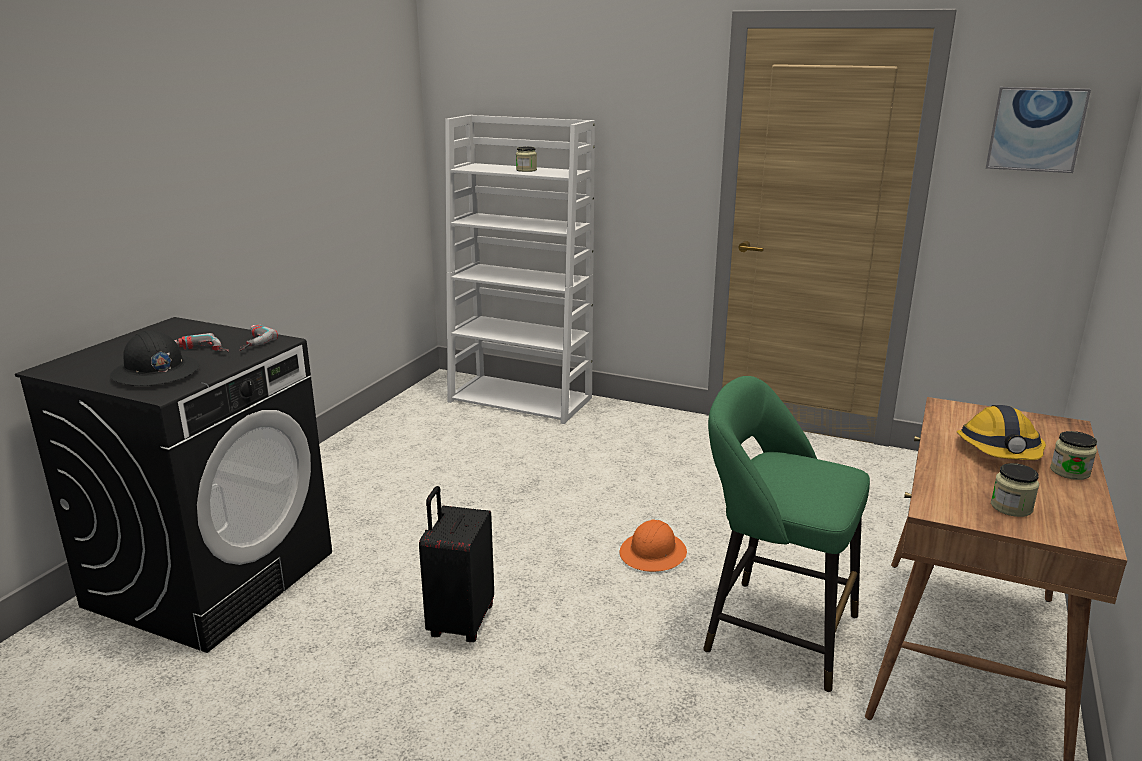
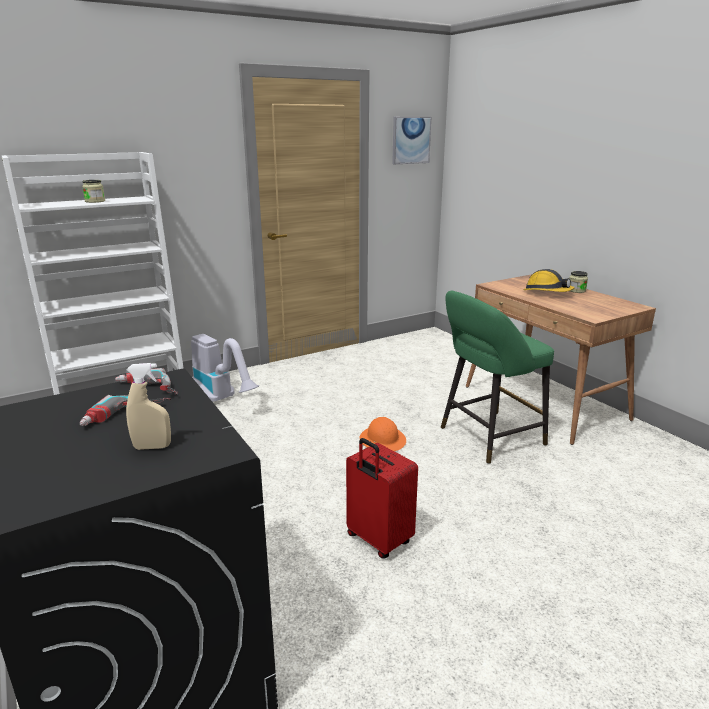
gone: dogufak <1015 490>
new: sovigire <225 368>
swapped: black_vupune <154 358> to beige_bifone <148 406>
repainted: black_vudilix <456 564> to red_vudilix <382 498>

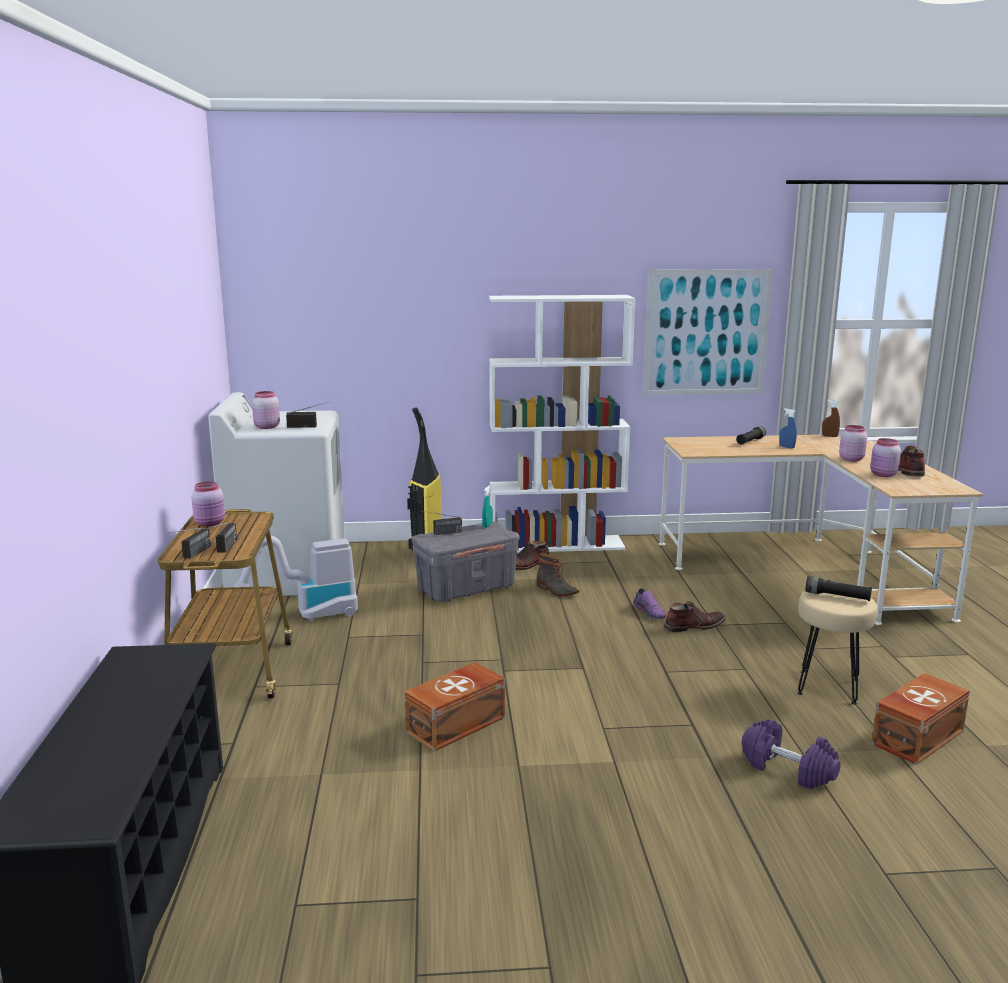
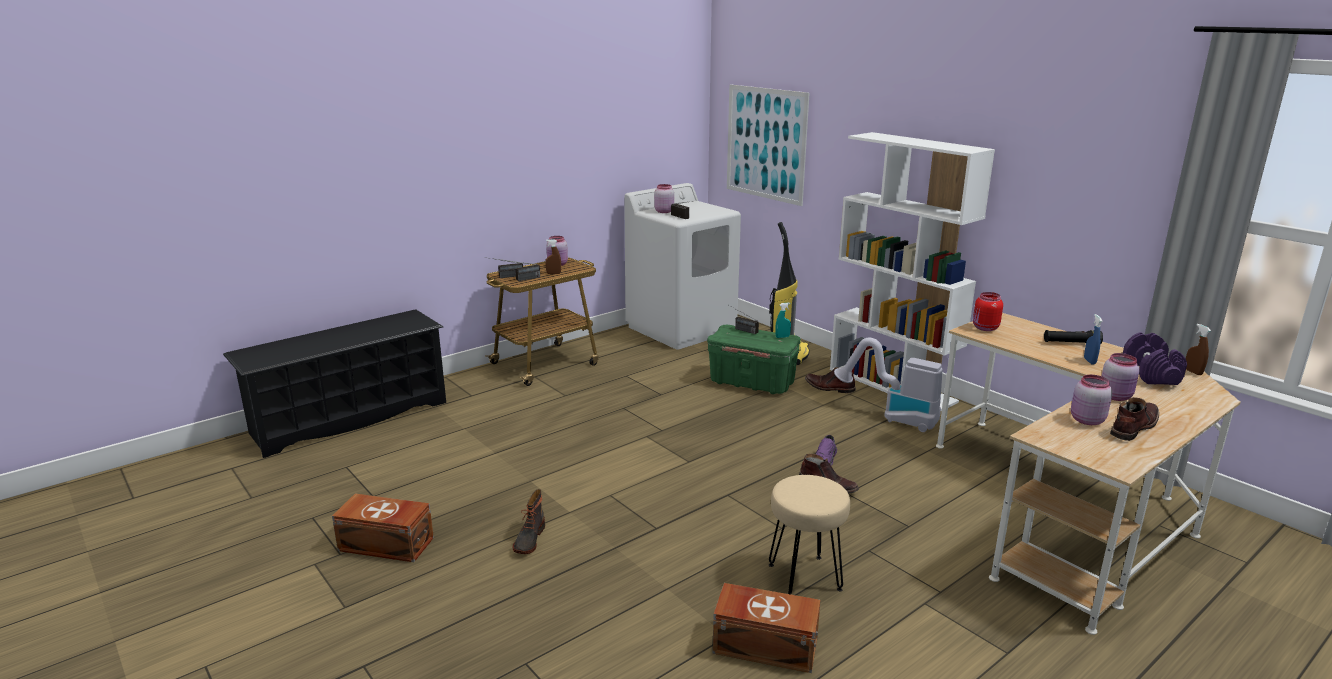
gone: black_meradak <839 588>
new: brown_bifone <553 256>; red_dogufak <988 311>
shifted: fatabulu <708 332> to <768 145>; sovigire <293 578> to <888 385>; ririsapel <558 575> to <529 521>; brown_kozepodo <454 707> to <383 527>; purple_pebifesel <791 754> to <1155 358>
repainted: grey_kozepodo <465 561> to green_kozepodo <754 359>

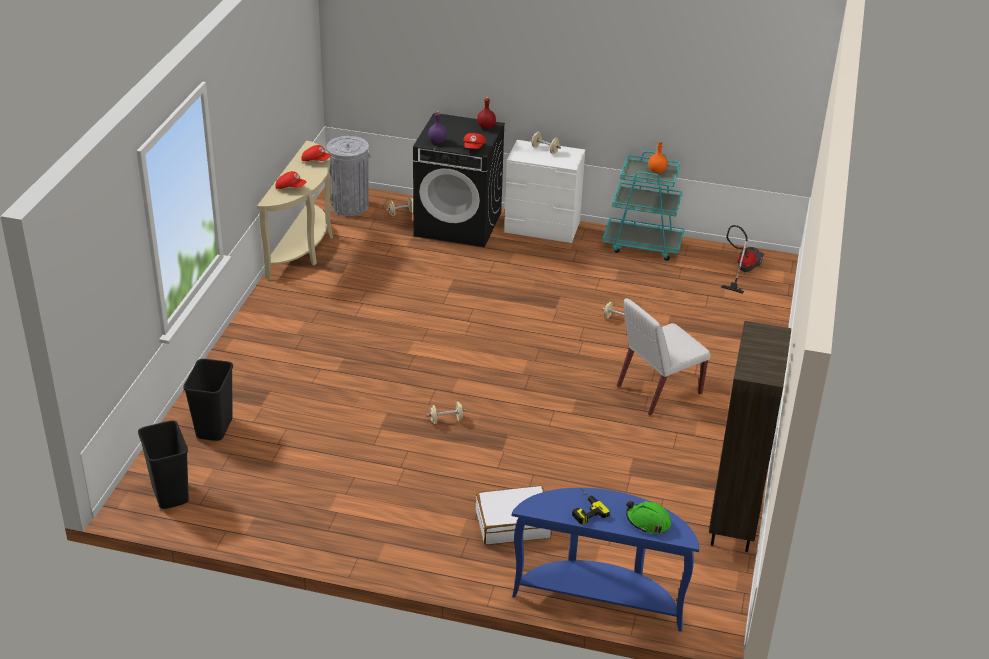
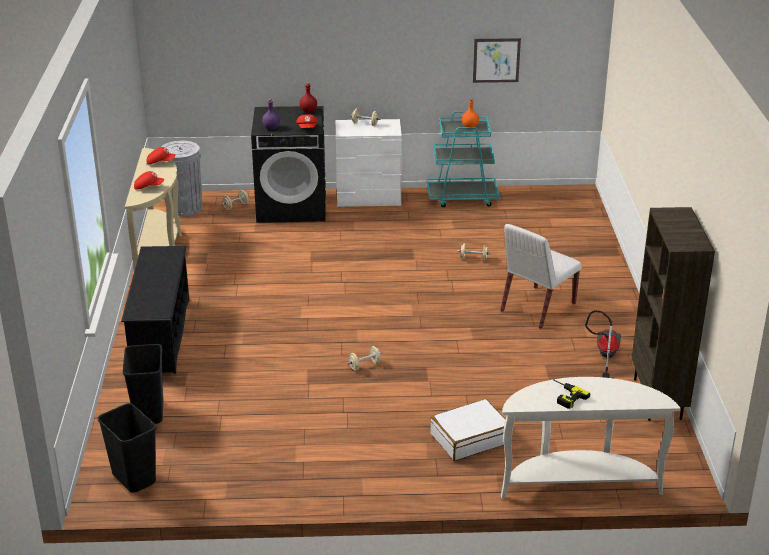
gone: green_vupune <648 517>
new: fatabulu <497 60>; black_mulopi <155 310>
shifted: sovigire <742 259> to <603 344>
repainted: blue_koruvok <606 560> to white_koruvok <590 438>

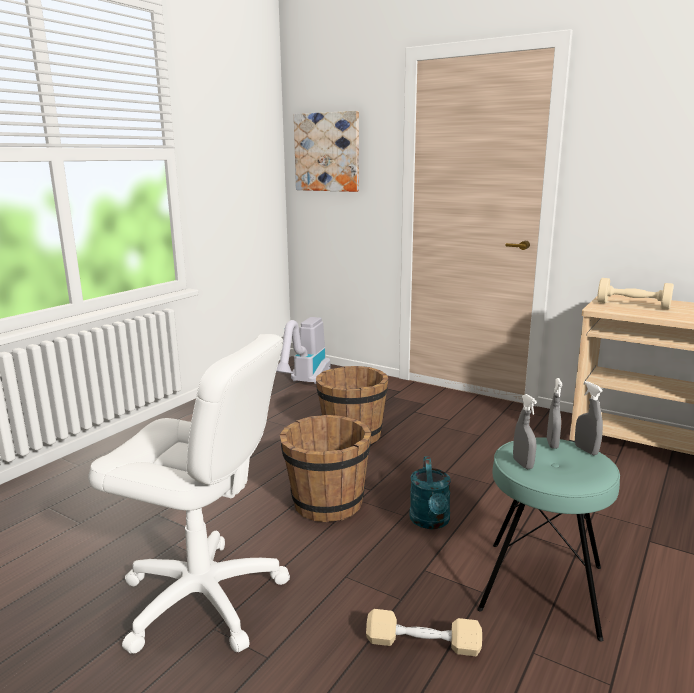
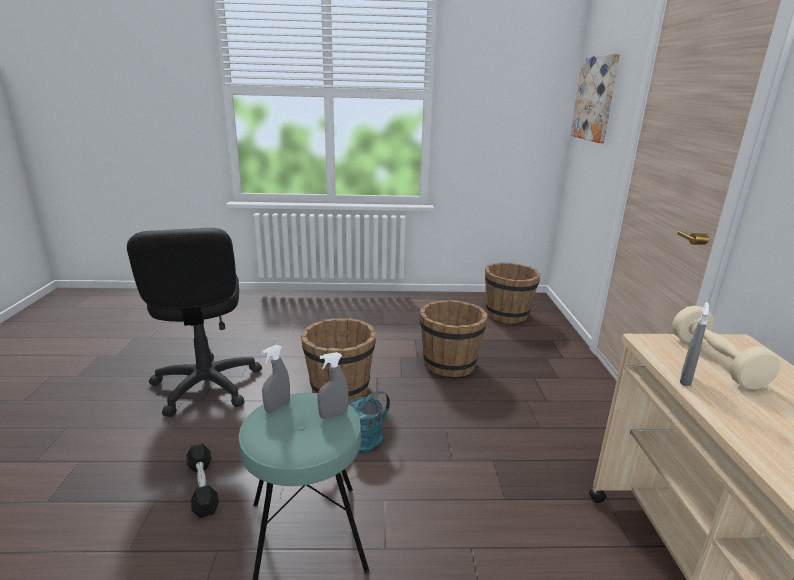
shifted: grey_bifone <589 418> to <694 344>
swapped: sovigire <303 350> to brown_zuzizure <513 293>
repainted: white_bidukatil <189 494> to black_bidukatil <194 322>; beige_pebifesel <424 632> to black_pebifesel <202 480>

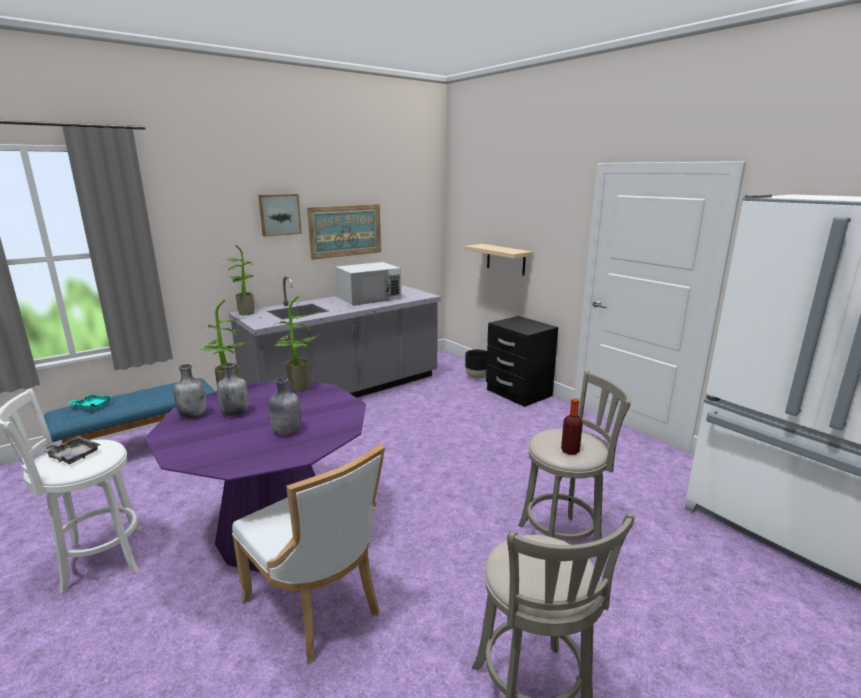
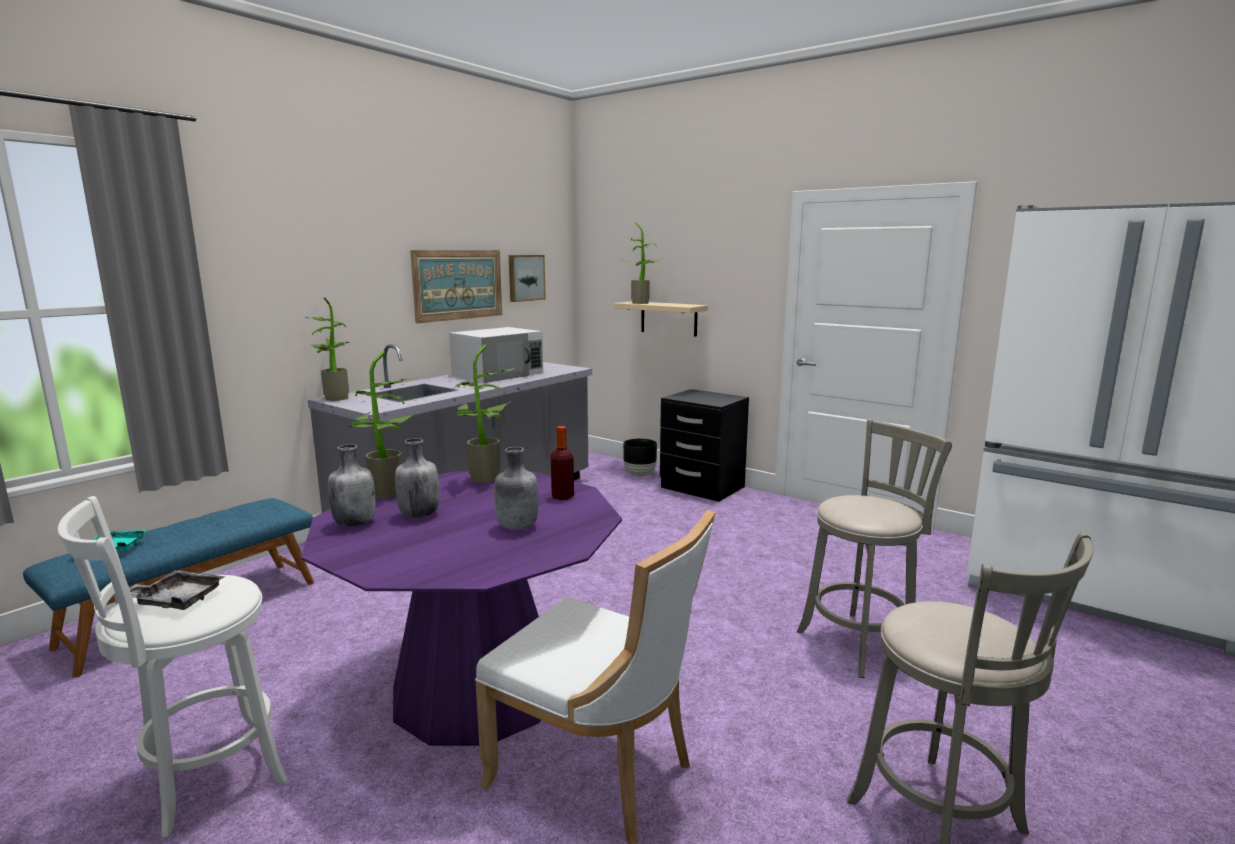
new: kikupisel <642 263>
shifted: fatabulu <280 215> to <527 278>; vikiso <572 426> to <562 463>

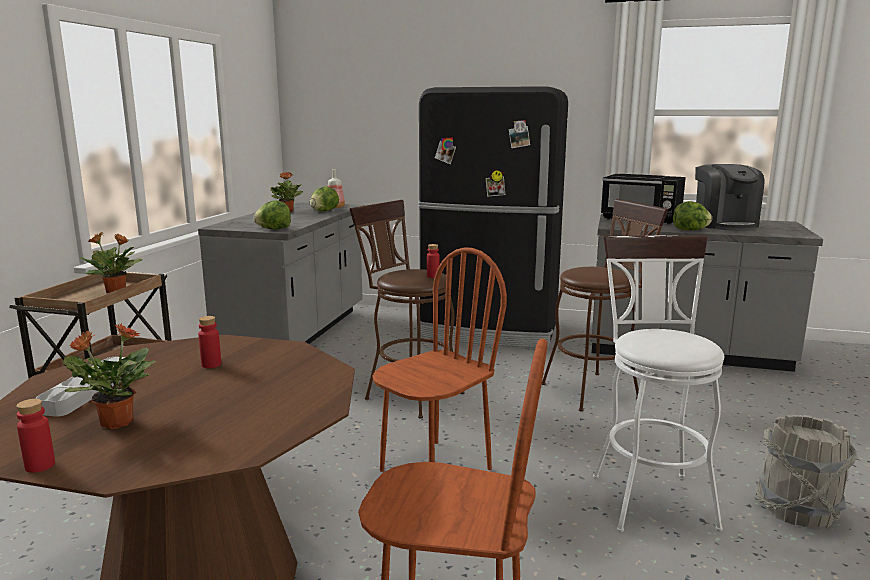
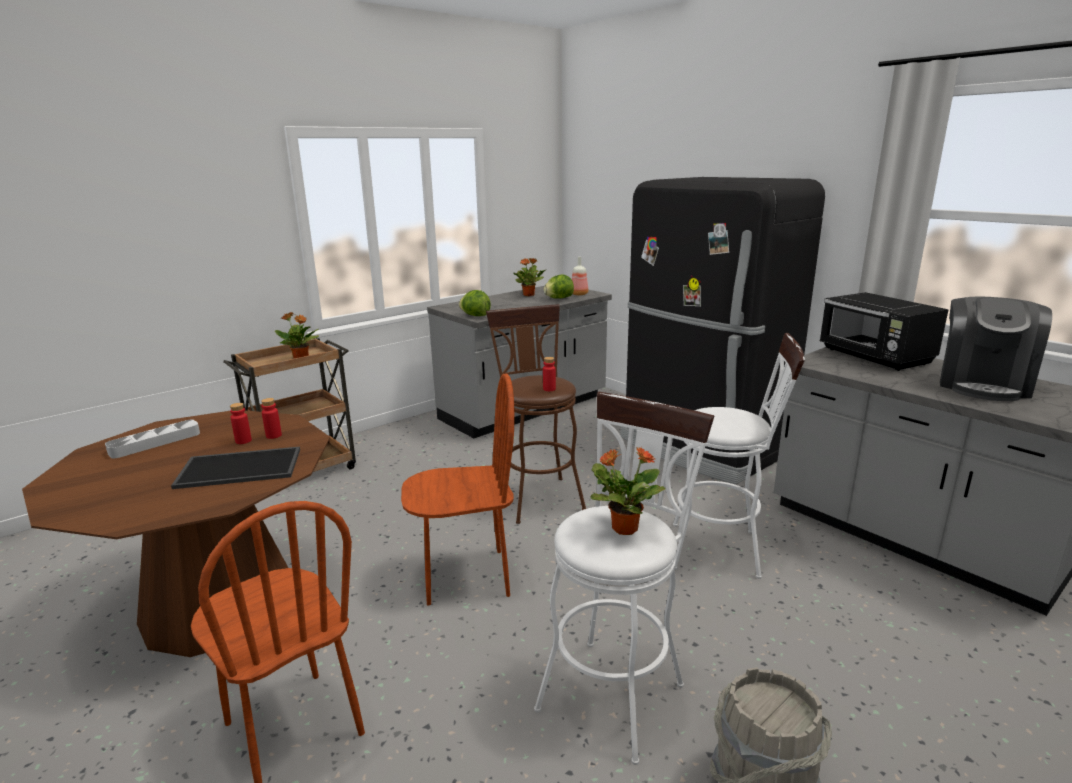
gone: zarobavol <692 215>
new: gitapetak <235 468>
shifted: kikupisel <109 376> to <627 491>; red_vikiso <35 436> to <271 418>
repainted: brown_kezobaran <605 305> to white_kezobaran <739 456>

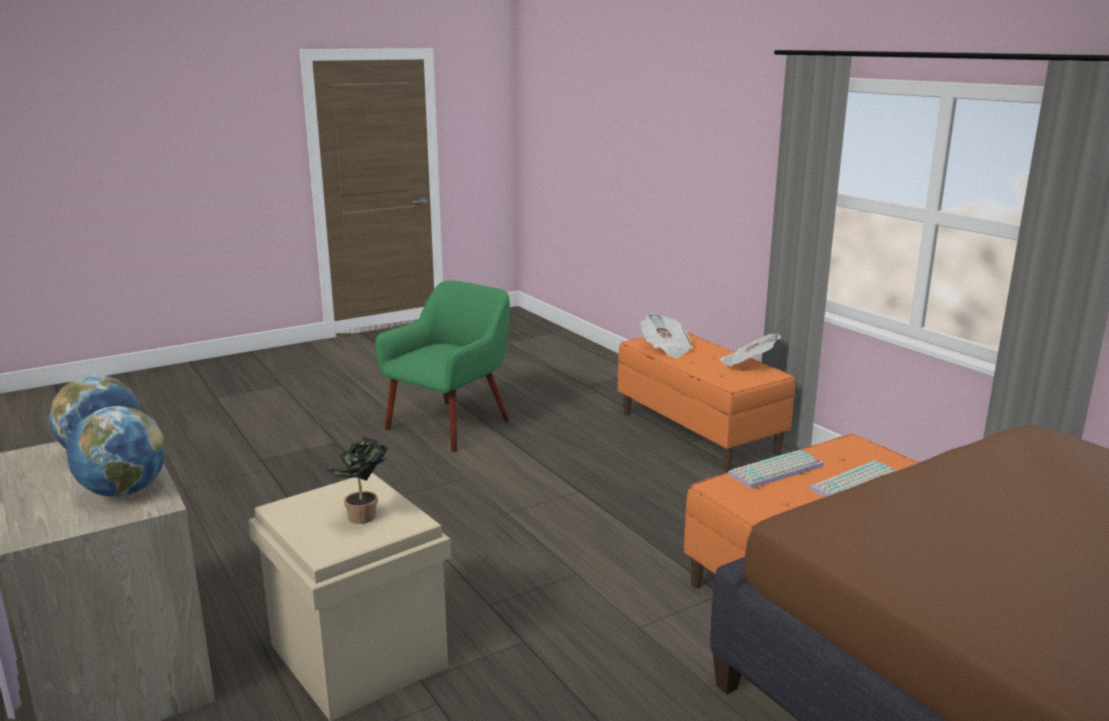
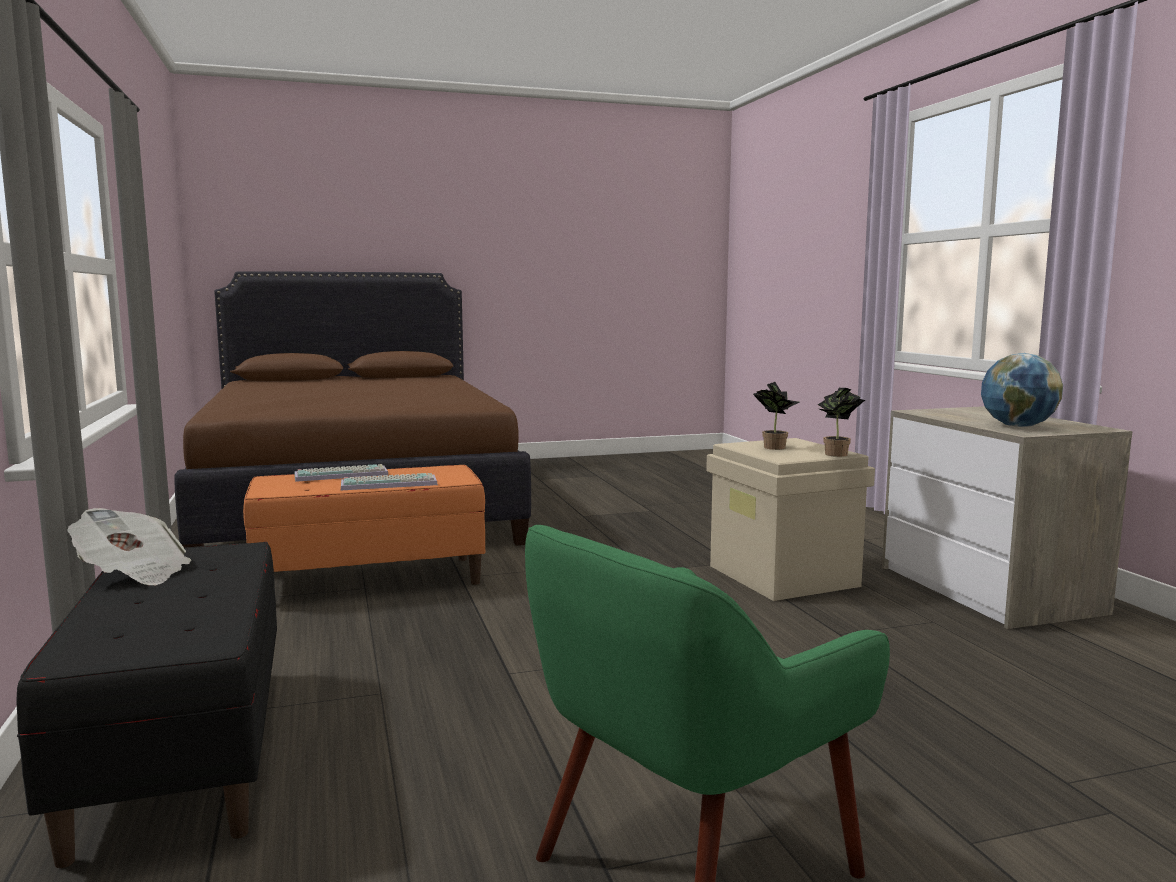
gone: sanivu <666 335>; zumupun <116 451>
new: kikupisel <842 422>
repainted: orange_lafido <706 402> to black_lafido <146 705>

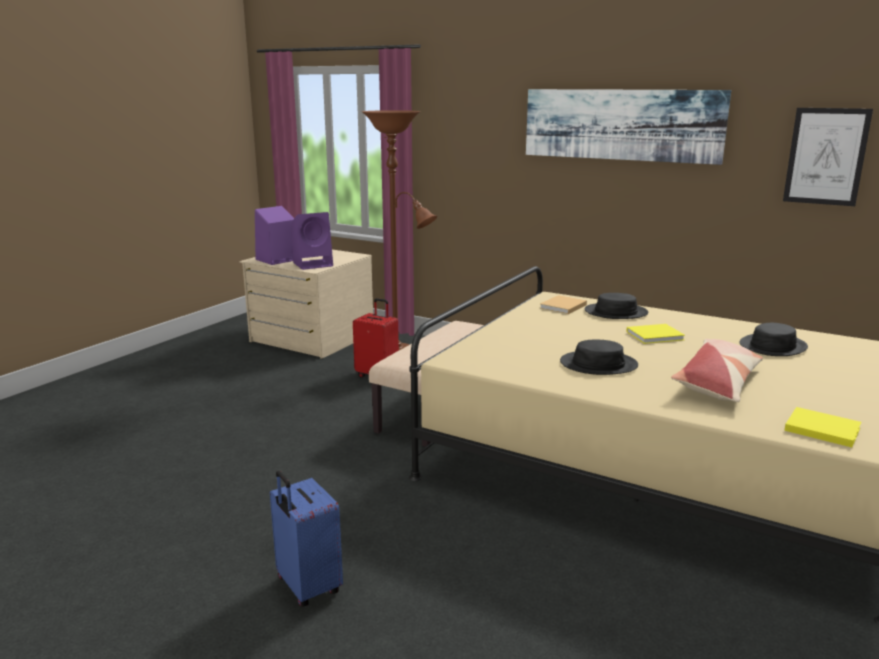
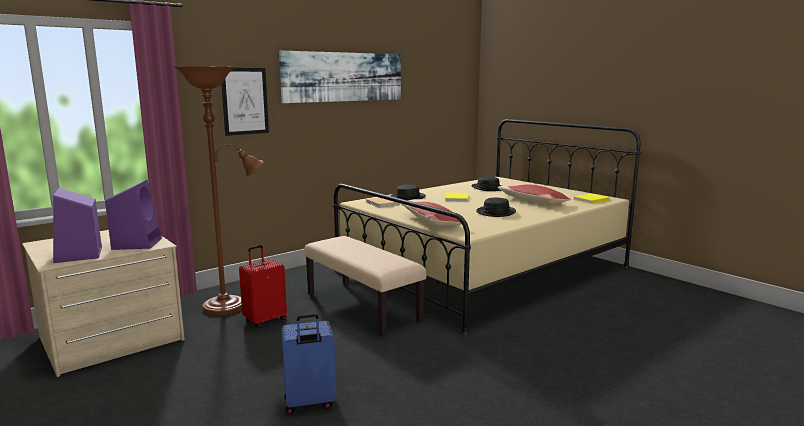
new: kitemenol <434 213>
shifted: fatabulu <828 157> to <245 102>; blue_vudilix <306 538> to <309 364>

